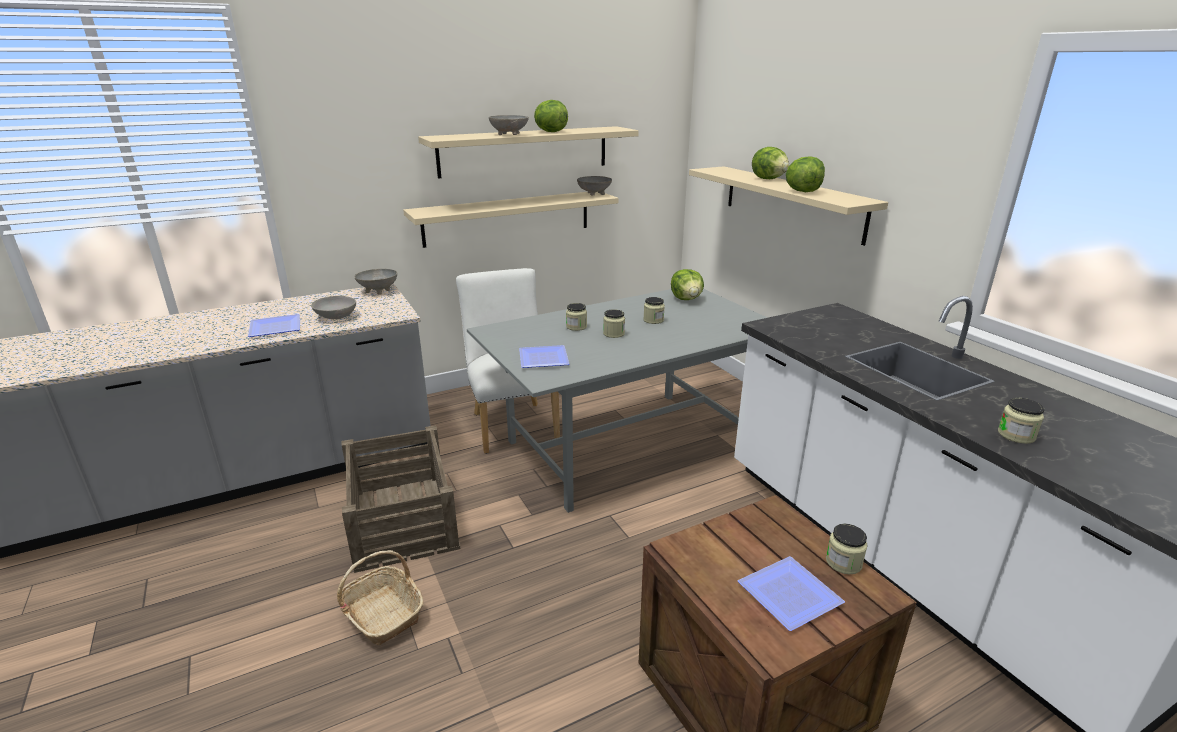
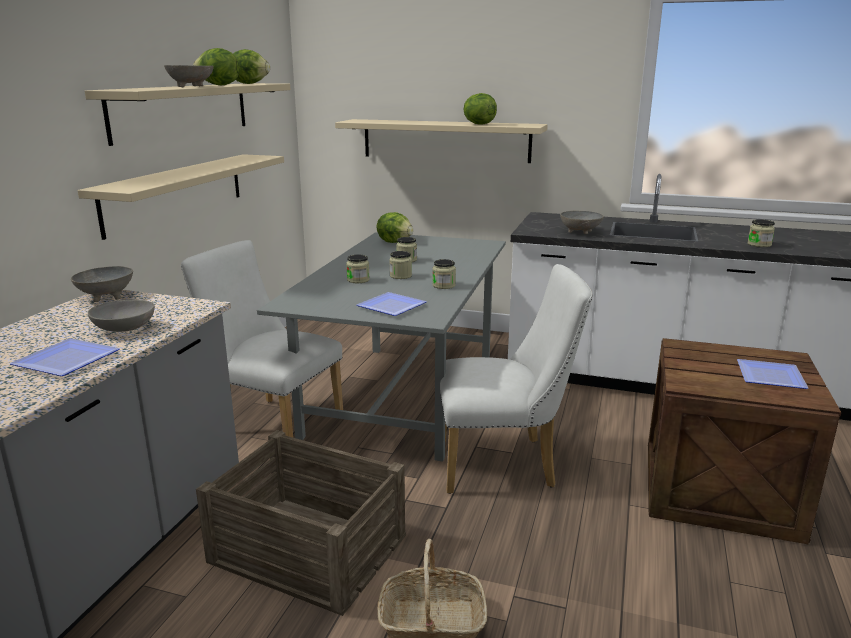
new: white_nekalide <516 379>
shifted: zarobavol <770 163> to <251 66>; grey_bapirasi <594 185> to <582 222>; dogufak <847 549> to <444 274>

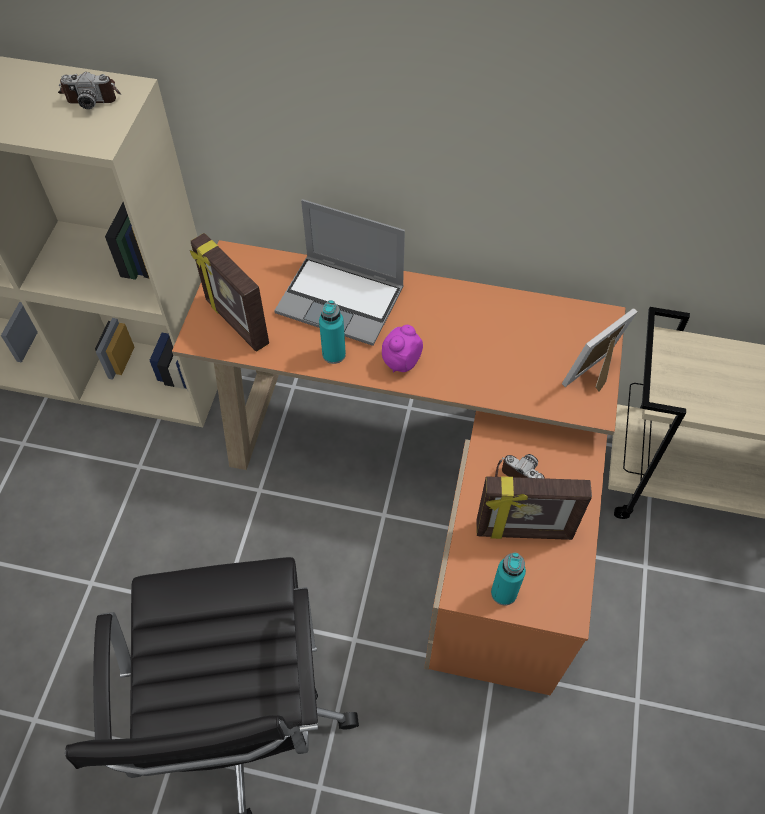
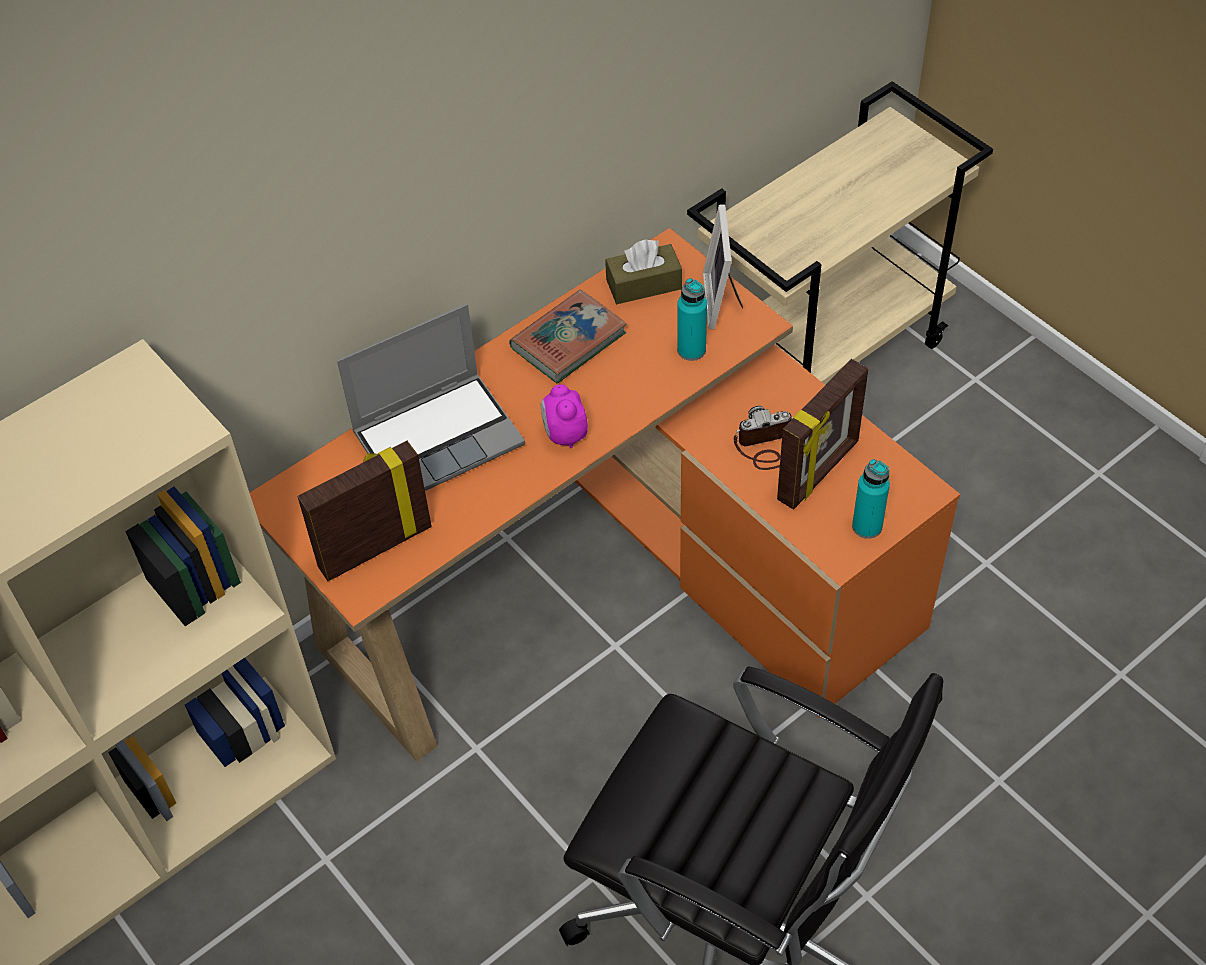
gone: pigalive <89 90>
new: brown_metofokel <643 271>; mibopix <568 337>
shifted: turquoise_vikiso <332 332> to <692 319>
rotated: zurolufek <229 292> = <365 511> 150 degrees clockwise

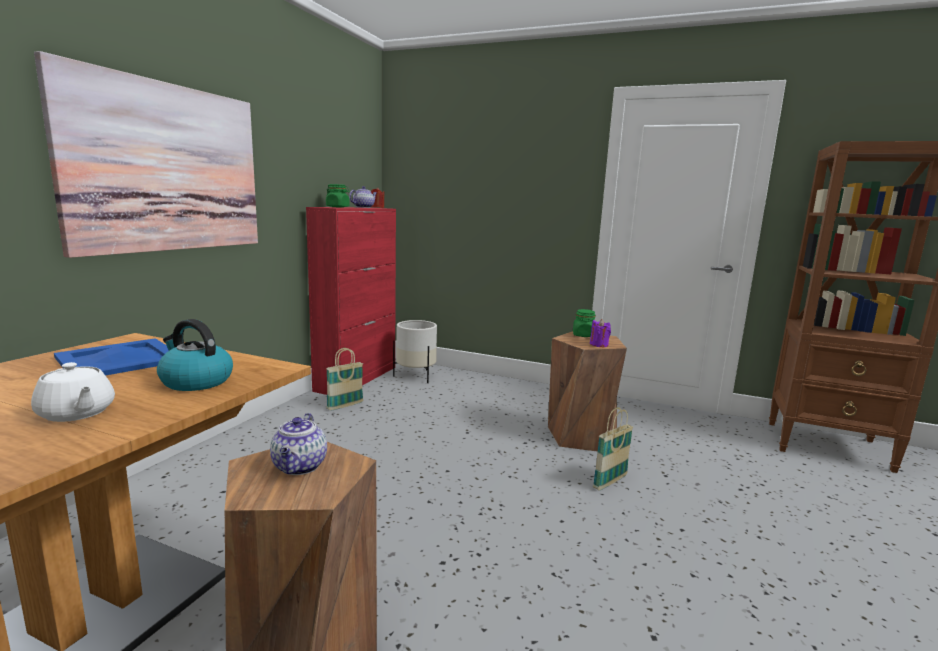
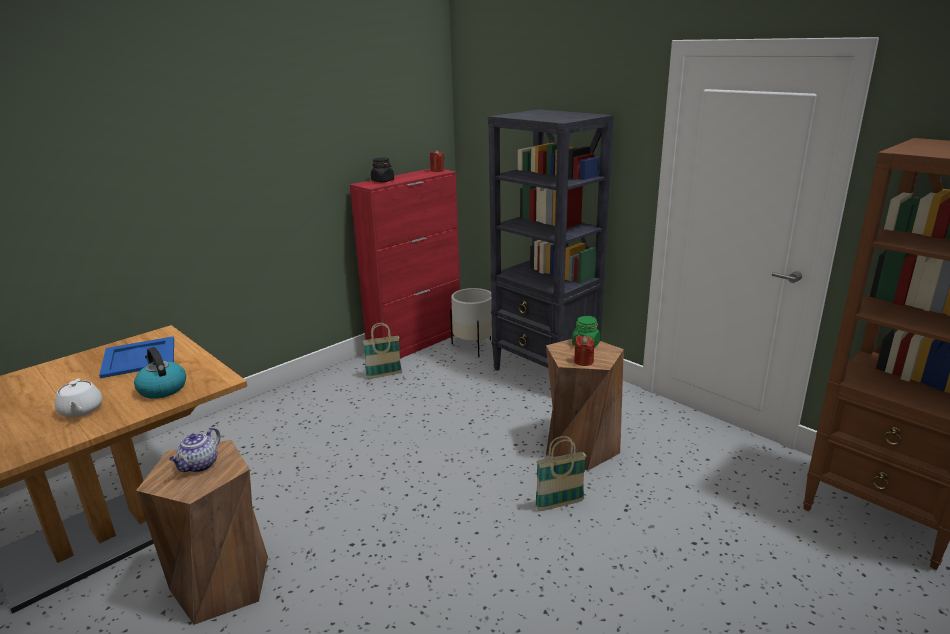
gone: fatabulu <146 154>; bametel <363 197>
new: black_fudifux <551 240>
repainted: green_dogufak <338 196> to black_dogufak <382 170>; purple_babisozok <600 333> to red_babisozok <584 350>

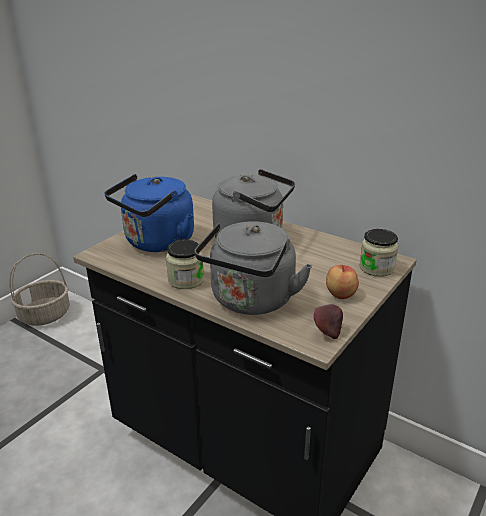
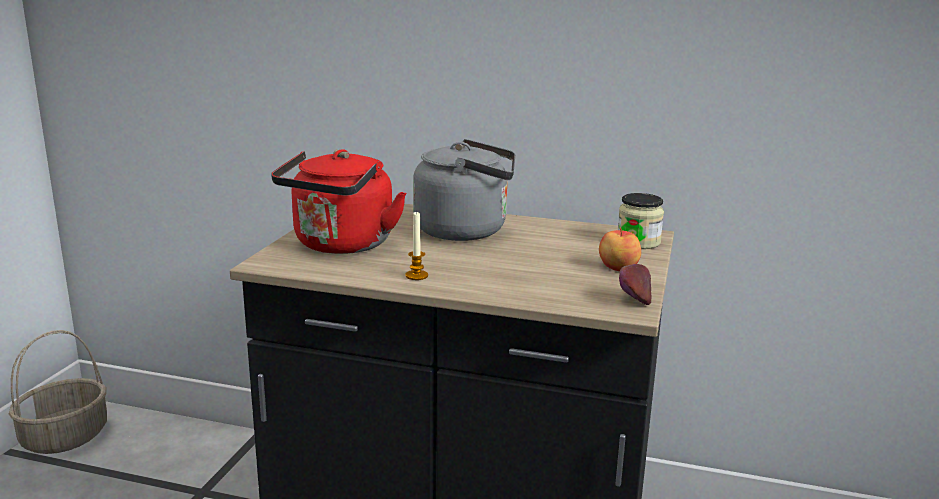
gone: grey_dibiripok <253 268>
swapped: dogufak <185 264> to babisozok <416 246>
repainted: blue_dibiripok <149 213> to red_dibiripok <339 201>

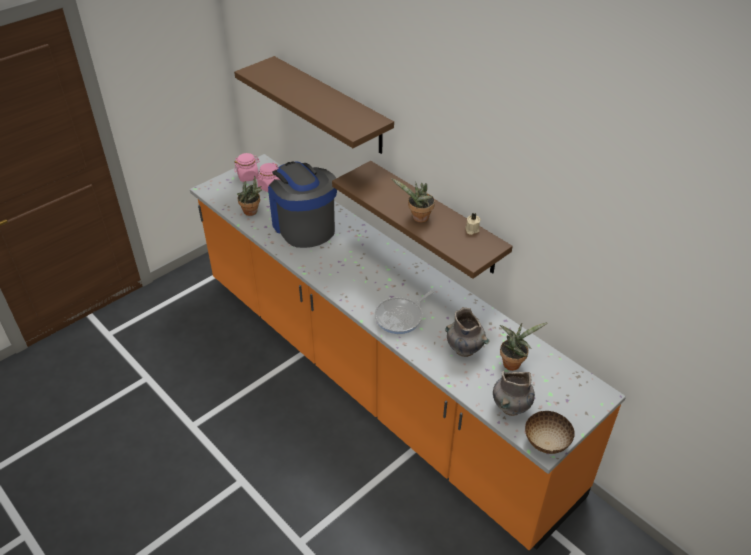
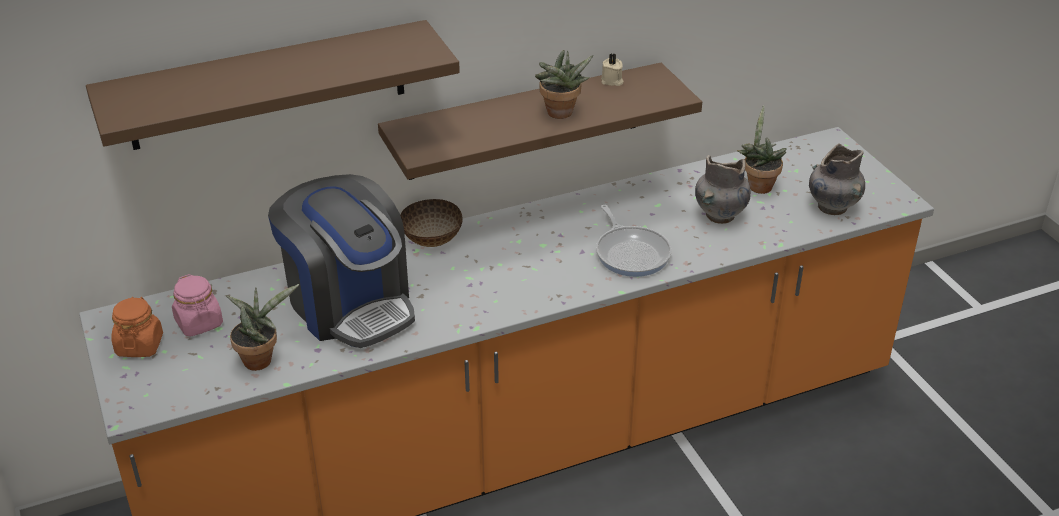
shifted: bapirasi <550 432> to <431 223>
repainted: pink_dogufak <247 167> to orange_dogufak <137 327>
rotated: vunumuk <302 204> = <341 261> 120 degrees counterclockwise

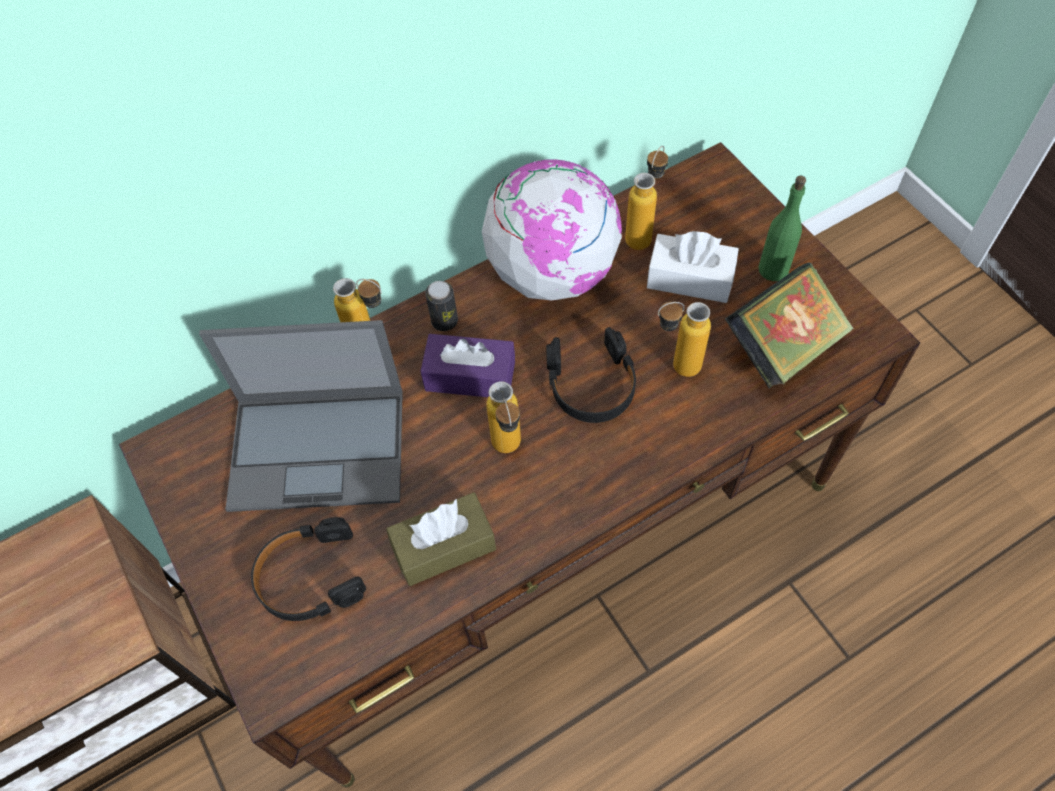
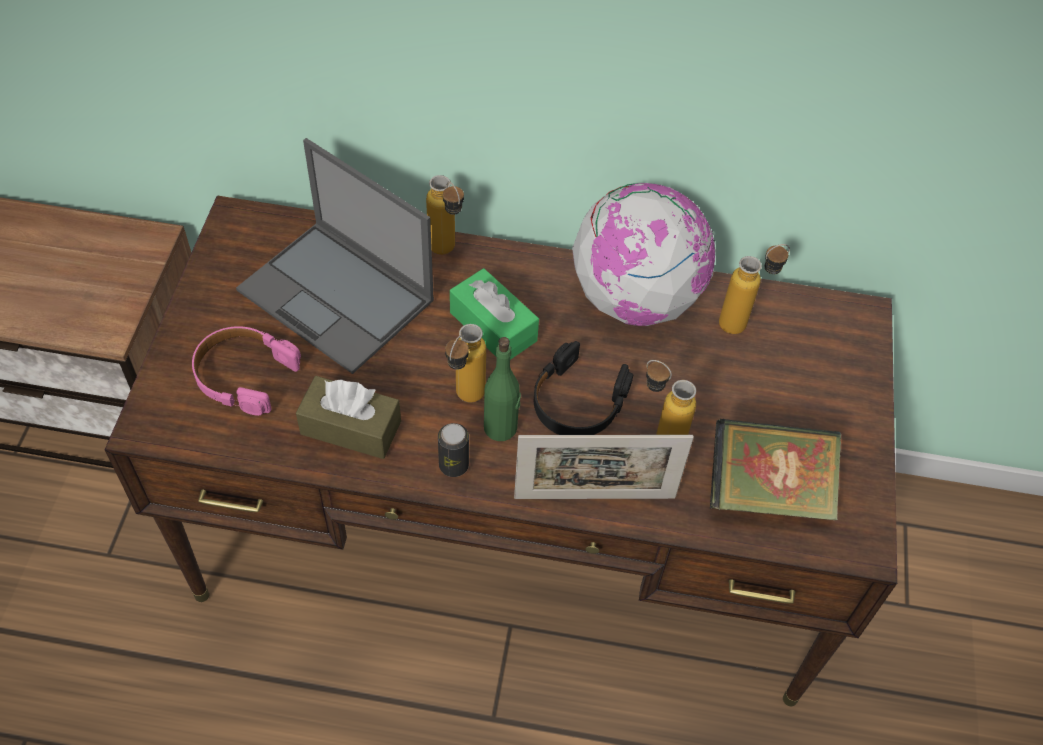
gone: white_metofokel <693 267>
new: zurolufek <604 467>
shifted: green_vikiso <782 228> to <502 389>; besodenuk <441 306> to <453 450>
repainted: purple_metofokel <467 365> to green_metofokel <494 314>; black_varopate <308 569> to pink_varopate <246 371>

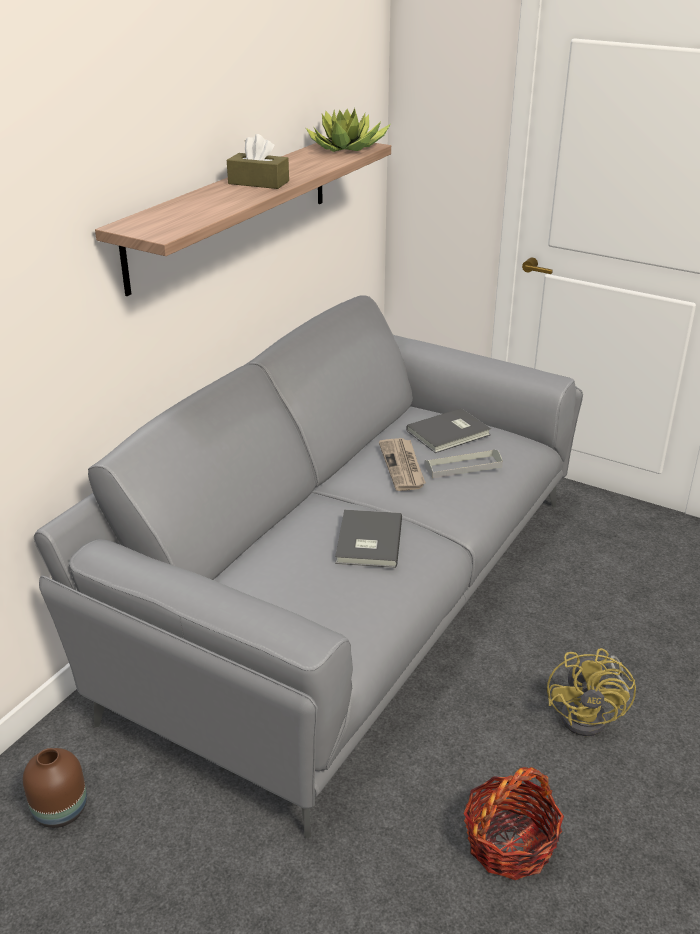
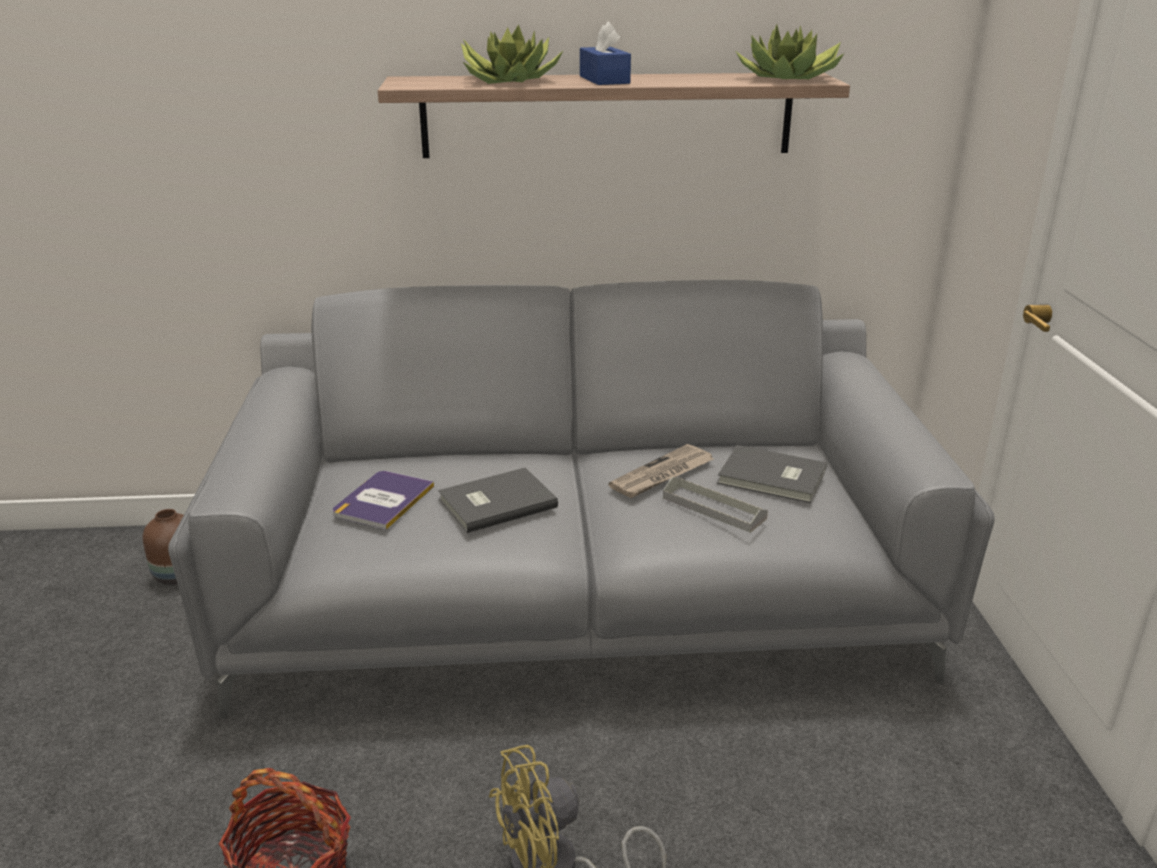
new: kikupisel <512 54>; mibopix <383 500>
repainted: brown_metofokel <258 161> to blue_metofokel <605 53>

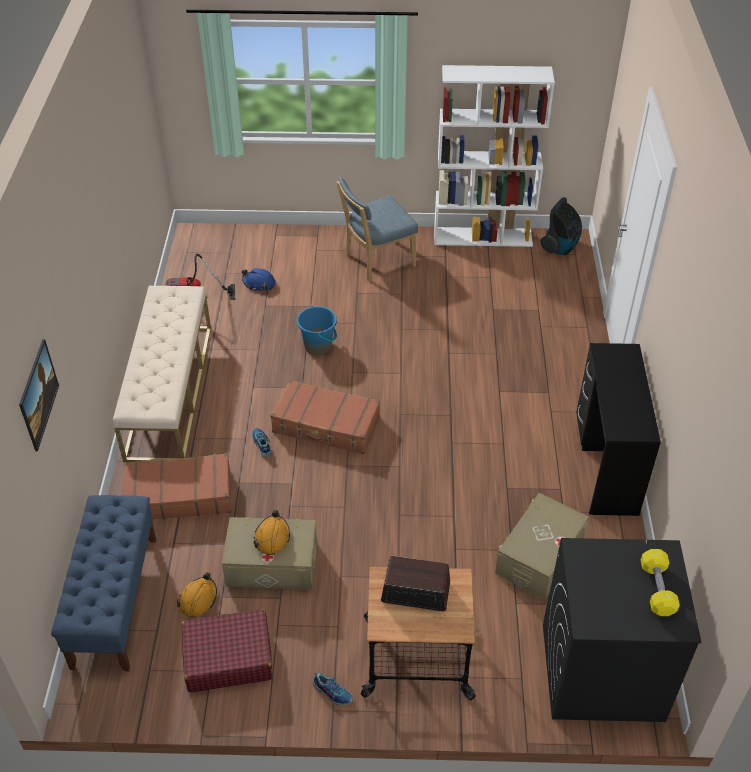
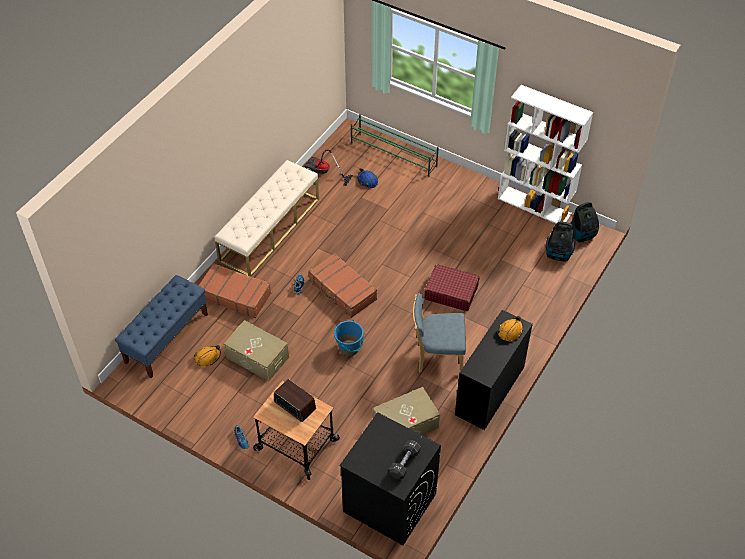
gone: fatabulu <39 395>
new: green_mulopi <395 145>; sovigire <560 241>
shifted: blue_nekalide <377 229> to <439 332>; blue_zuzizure <317 330> to <349 338>; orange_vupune <272 532> to <510 329>; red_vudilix <227 650> to <452 287>
repainted: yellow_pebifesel <660 582> to black_pebifesel <405 459>

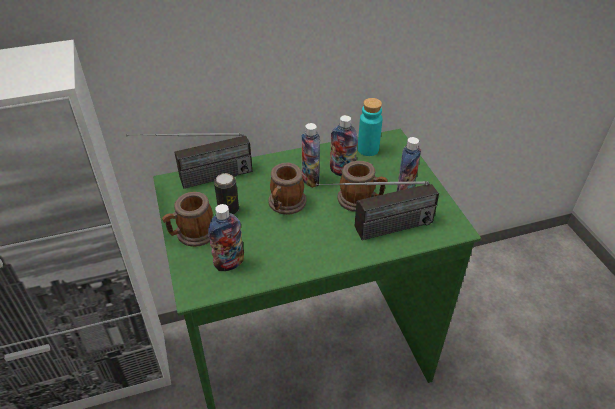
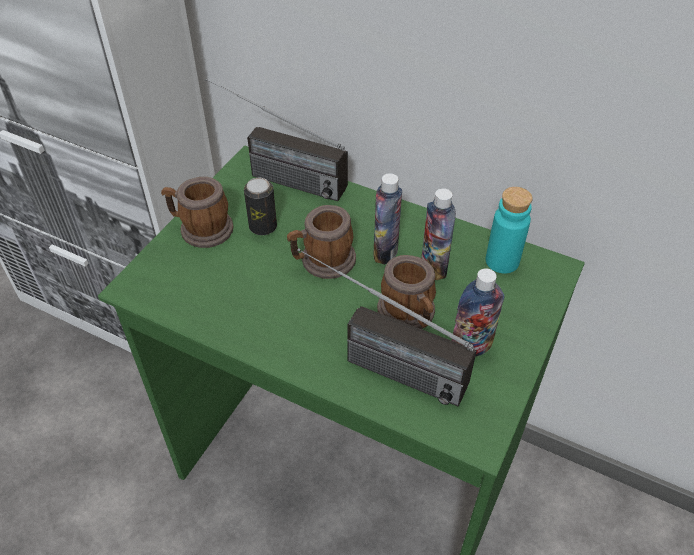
gone: vikiso <226 237>

